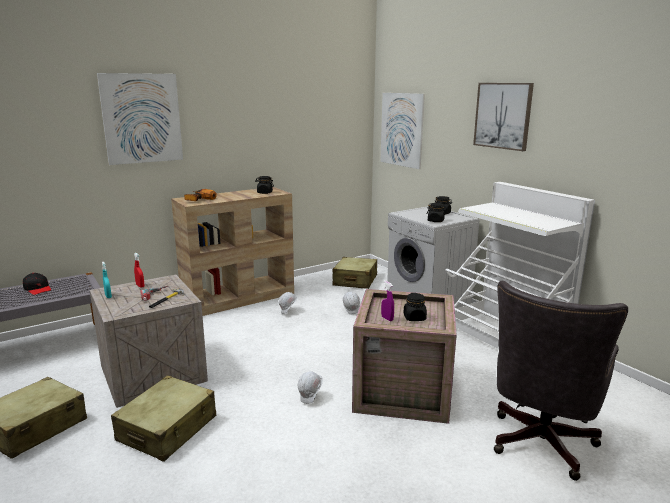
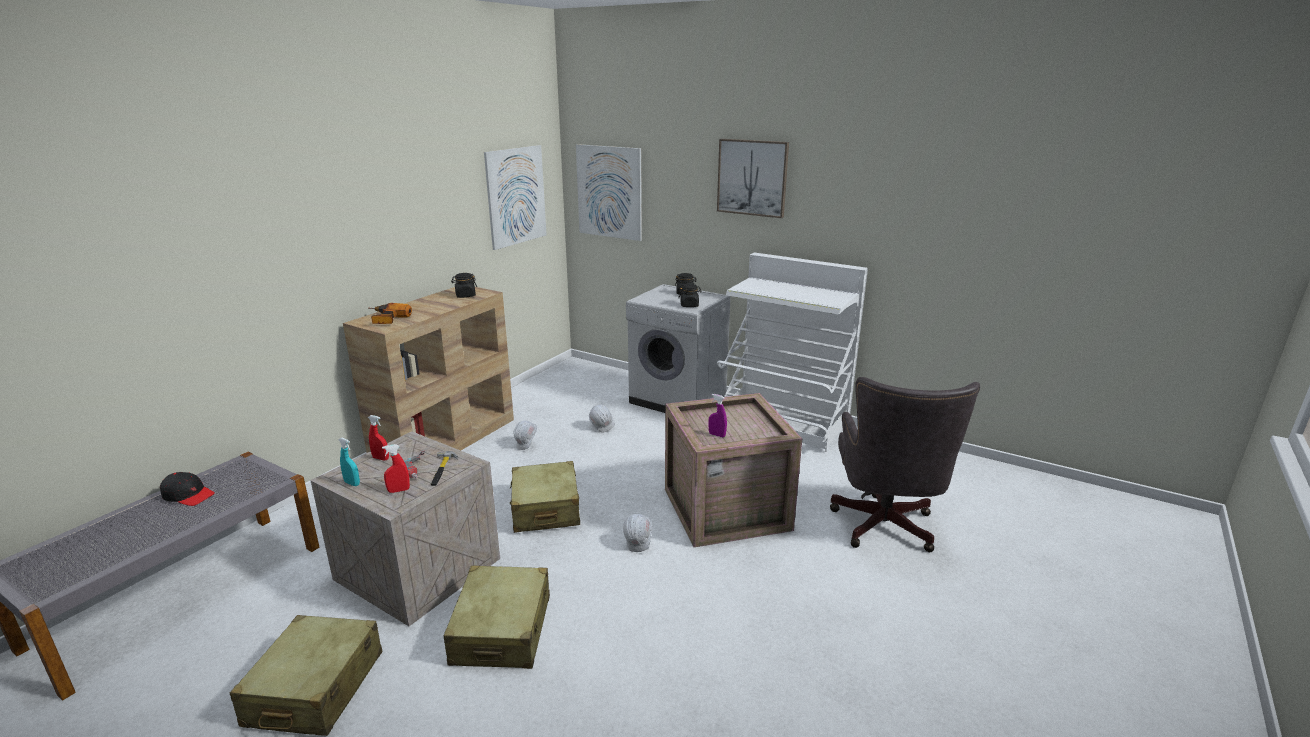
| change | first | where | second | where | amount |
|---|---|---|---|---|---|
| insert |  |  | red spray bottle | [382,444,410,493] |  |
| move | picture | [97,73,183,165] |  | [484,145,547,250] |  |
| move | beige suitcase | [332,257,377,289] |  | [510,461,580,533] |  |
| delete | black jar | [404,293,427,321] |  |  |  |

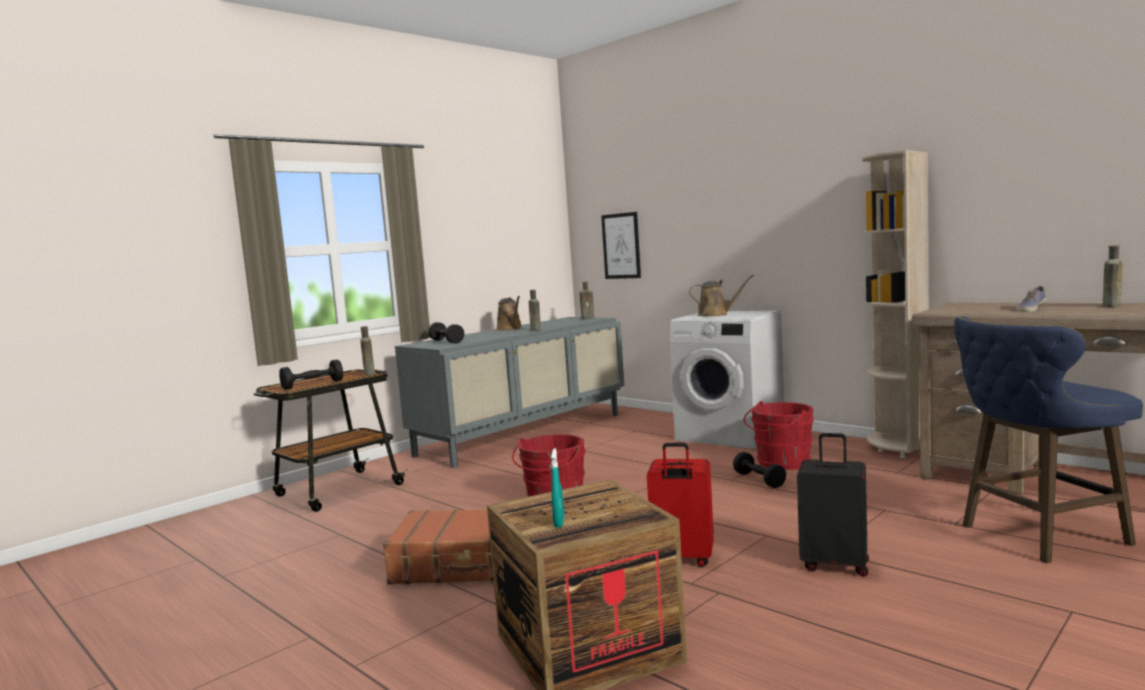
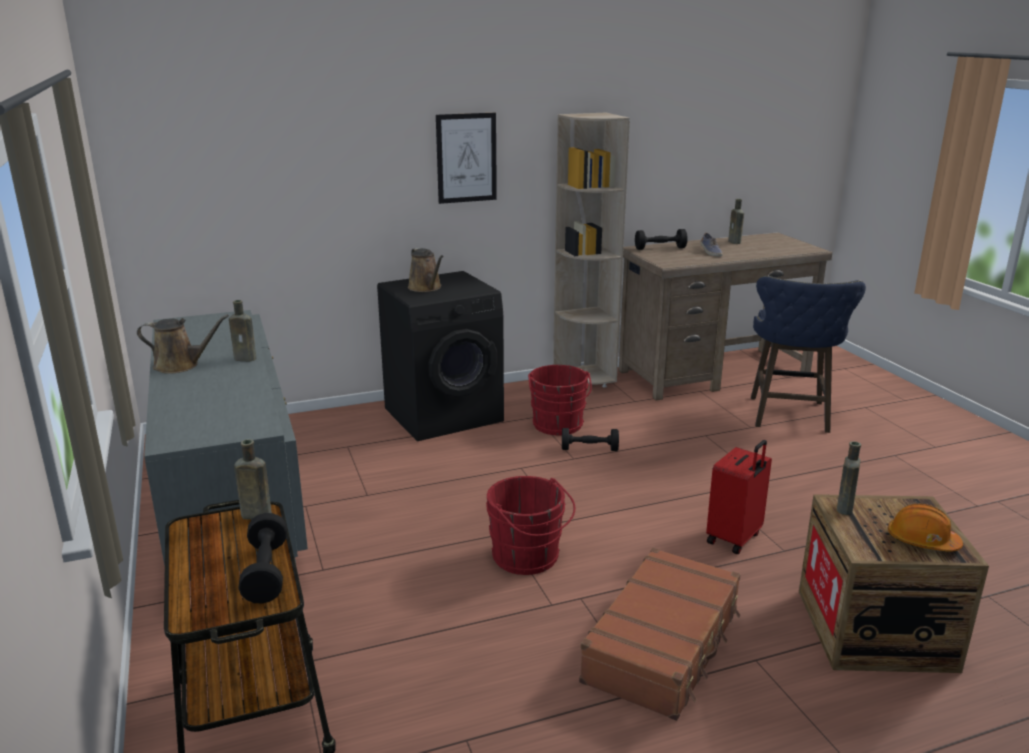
| change | first | where | second | where | amount |
|---|---|---|---|---|---|
| recolor | white washing machine | [670,311,784,449] | black washing machine | [377,271,504,441] |  |
| rotate | brown watering can | [689,274,754,316] |  | [408,248,444,292] | 120 degrees clockwise |
| move | picture | [601,212,641,279] |  | [436,113,497,204] |  |
| move | black dumbbell | [428,322,464,343] |  | [635,229,688,250] |  |
| move | brown bottle | [580,282,594,319] |  | [837,441,861,515] |  |
| replace | turquoise spray bottle | [551,448,564,528] | orange hard hat | [888,504,963,551] |  |
| delete | black suitcase | [797,433,869,576] |  |  |  |

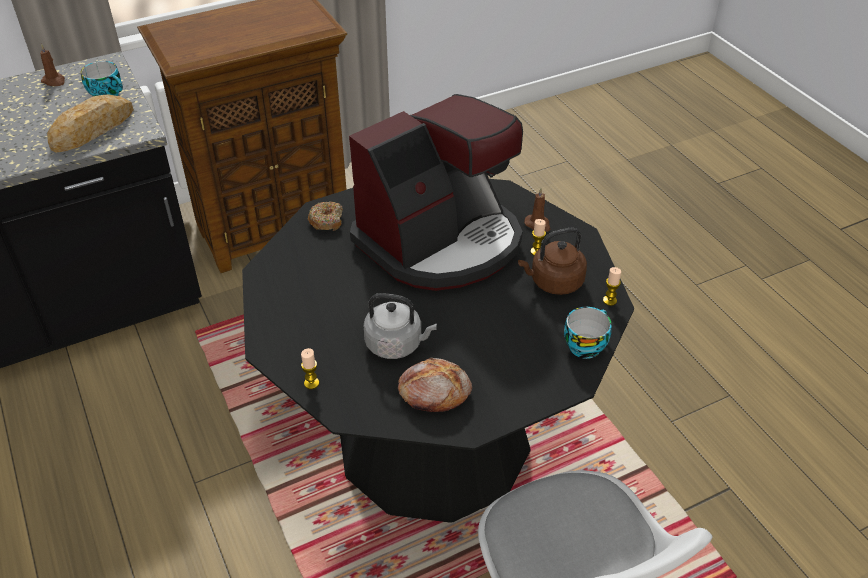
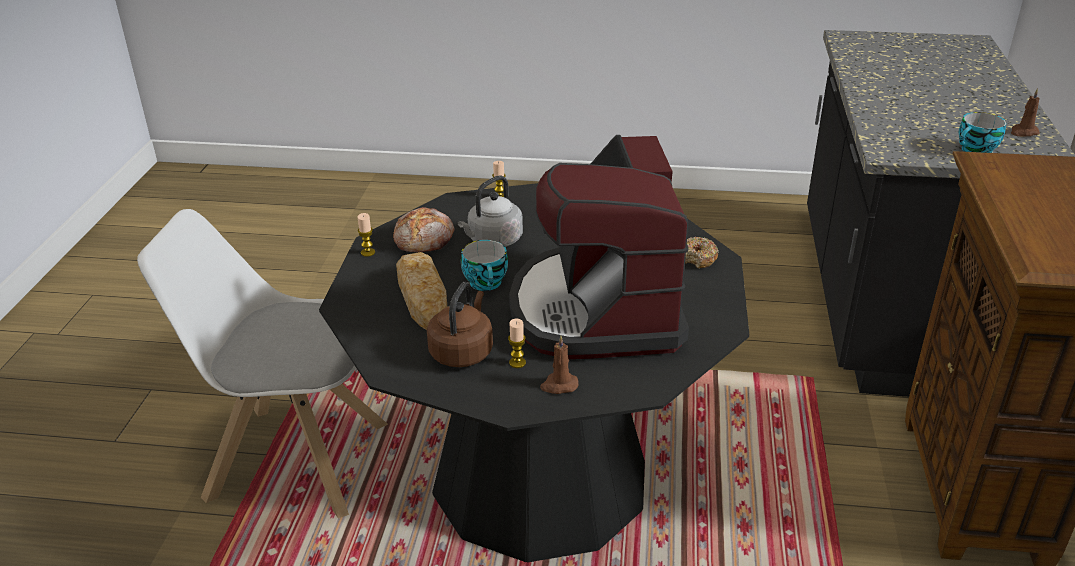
| change | first | where | second | where | amount |
|---|---|---|---|---|---|
| move | candle | [603,267,621,306] |  | [358,213,375,257] |  |
| move | bread | [47,95,134,153] |  | [396,252,447,330] |  |
| move | cup | [564,307,612,359] |  | [461,240,508,291] |  |

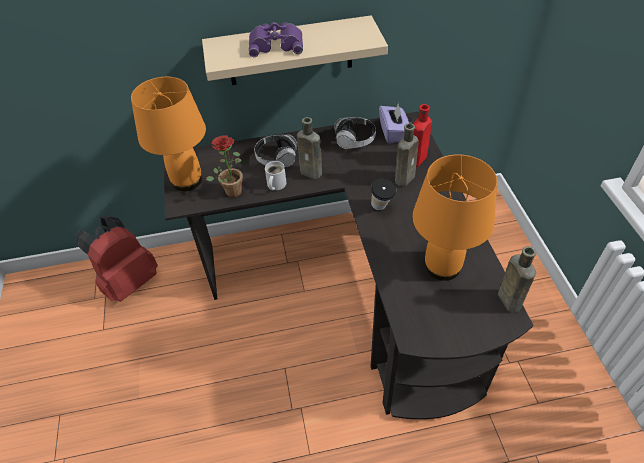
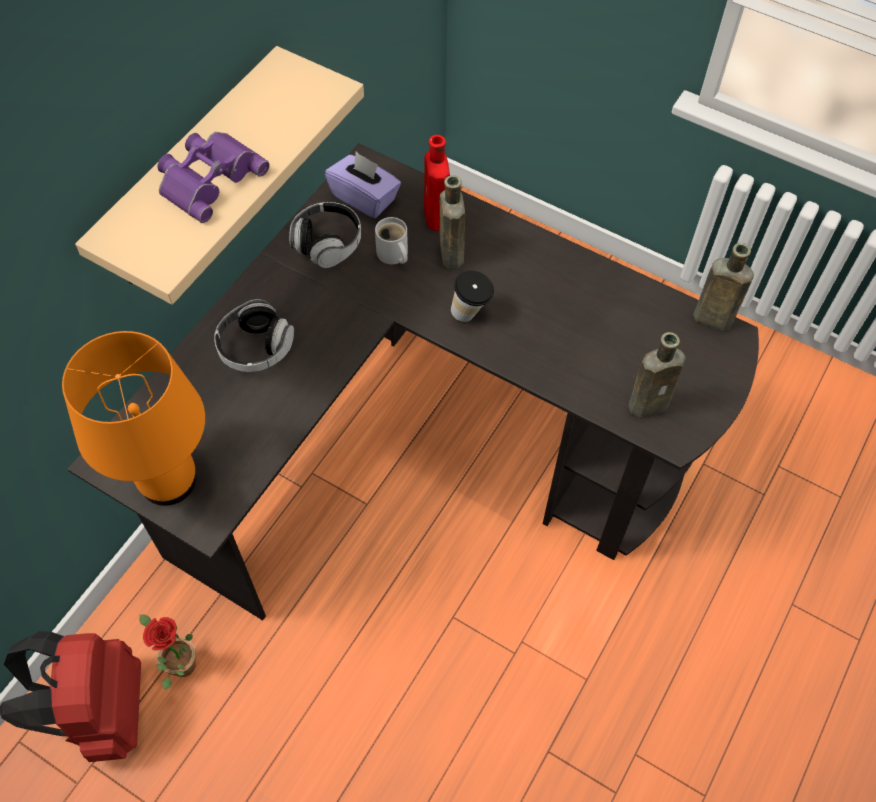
| change | first | where | second | where | amount |
|---|---|---|---|---|---|
| move | potted plant | [206,135,243,197] |  | [139,615,196,690] |  |
| move | white mug | [265,161,287,190] |  | [375,217,408,264] |  |
| move | brown bottle | [297,117,322,179] |  | [628,332,686,418] |  |
| delete | orange table lamp | [412,154,497,281] |  |  |  |

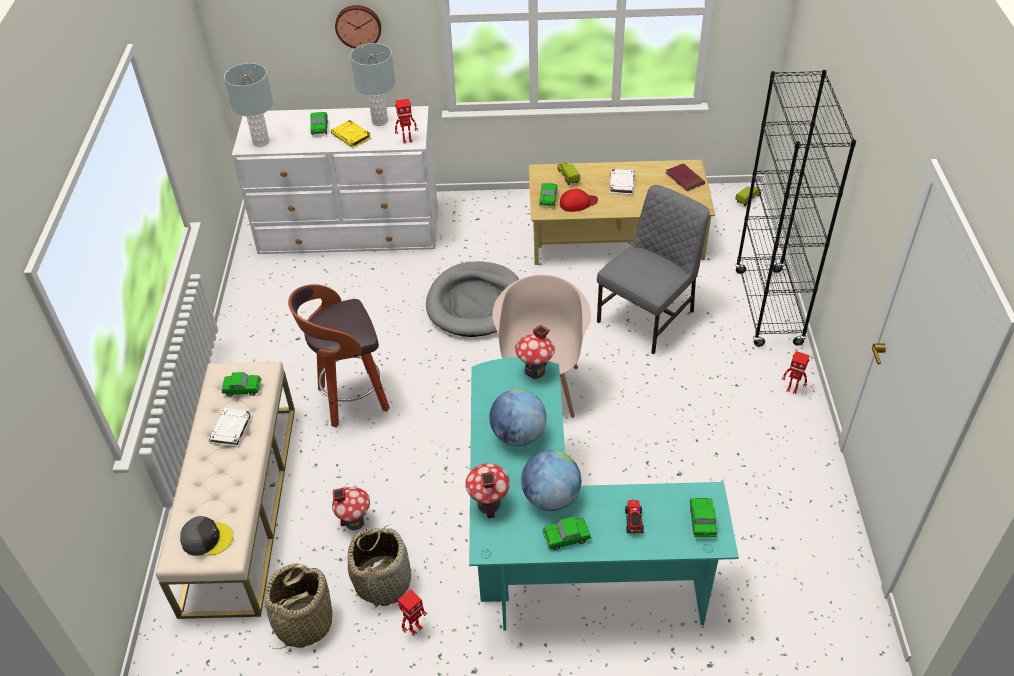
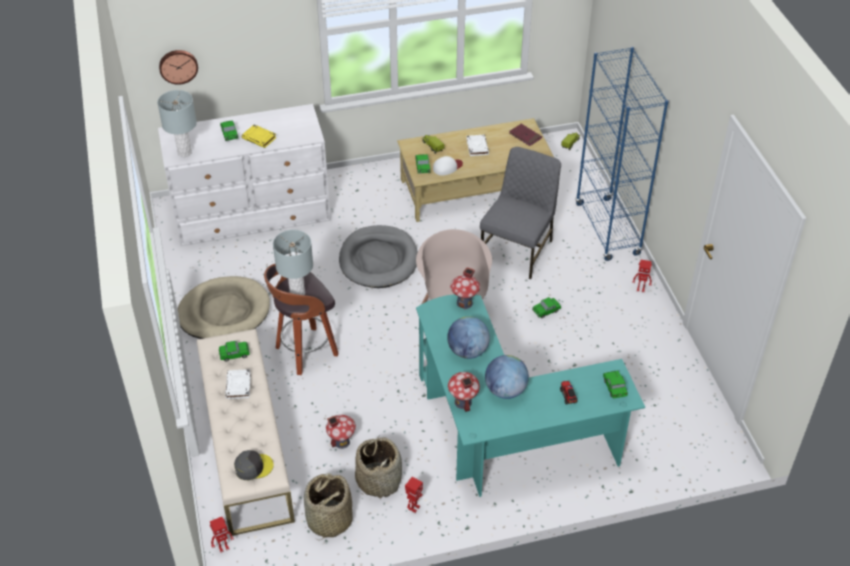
| change | first | where | second | where | amount |
|---|---|---|---|---|---|
| move | wall clock | [335,5,381,49] |  | [159,50,198,85] |  |
| insert |  |  | beige dog bed | [178,276,270,339] |  |
| move | toy robot | [395,99,418,144] |  | [210,517,234,553] |  |
| move | grey table lamp | [350,43,395,126] |  | [273,230,313,295] |  |
| recolor | red cap | [560,189,598,212] | white cap | [433,156,463,176] |  |
| move | toy car | [542,517,591,550] |  | [532,297,561,318] |  |
| recolor | black bookcase | [735,70,856,347] | blue bookcase | [575,47,669,261] |  |

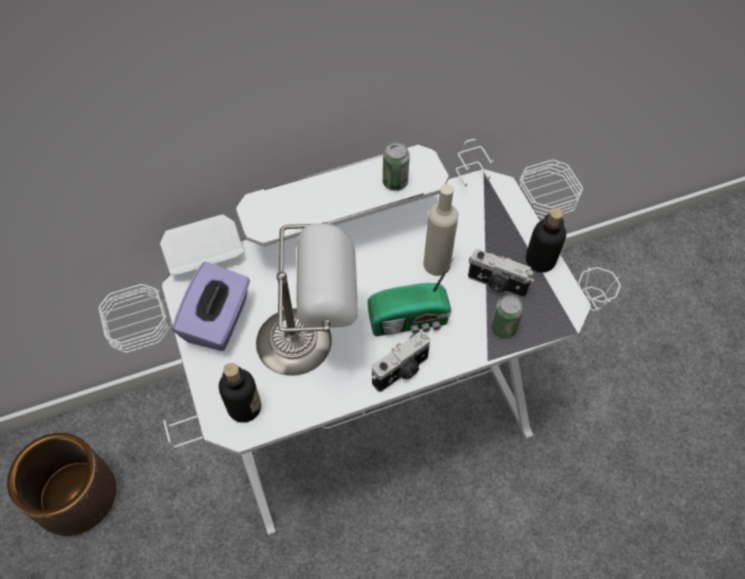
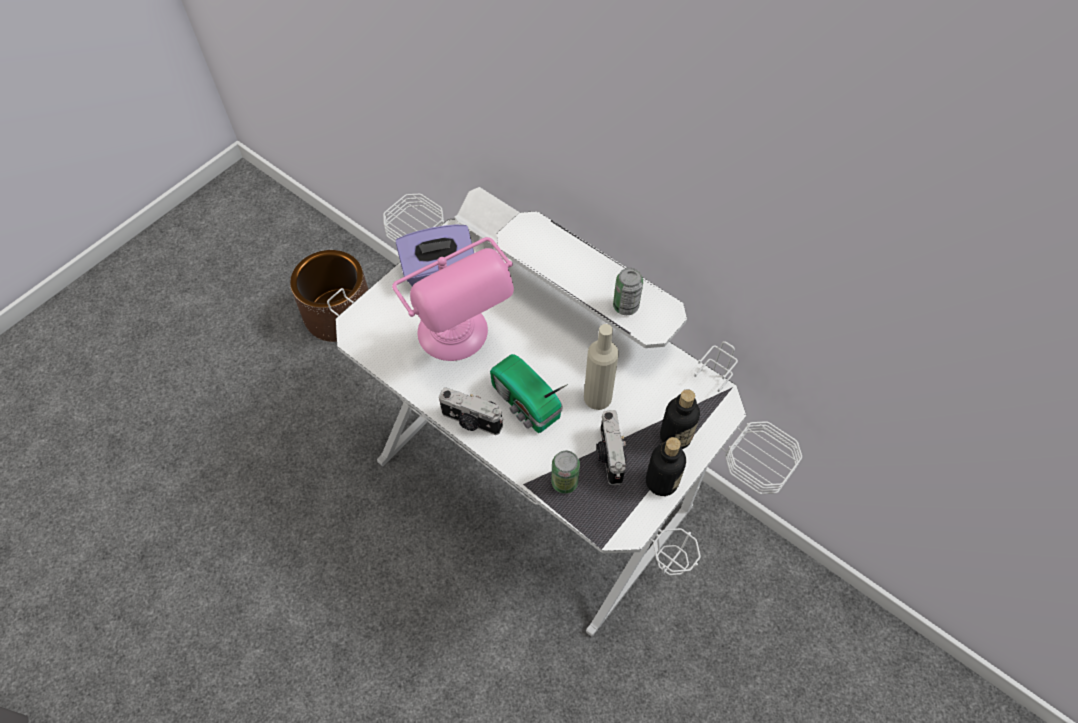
| change | first | where | second | where | amount |
|---|---|---|---|---|---|
| recolor | white table lamp | [256,222,358,376] | pink table lamp | [392,237,514,361] |  |
| move | bottle | [219,363,261,423] |  | [660,389,700,449] |  |

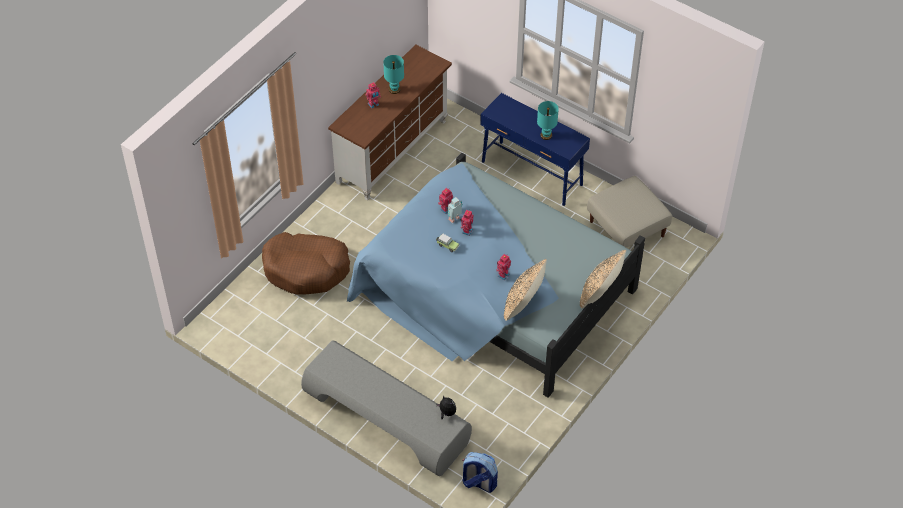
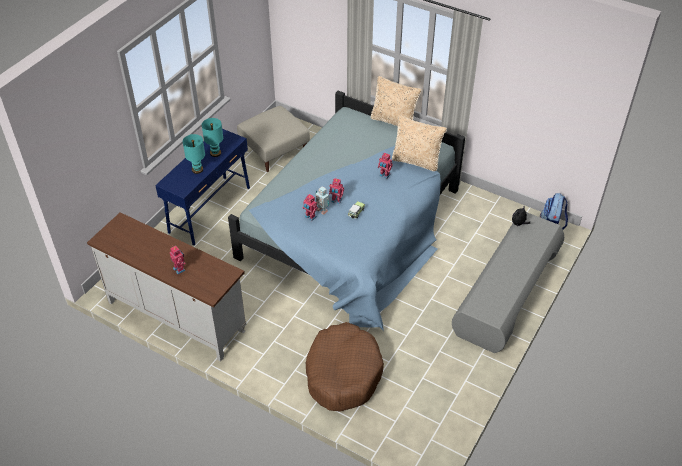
| change | first | where | second | where | amount |
|---|---|---|---|---|---|
| move | turquoise table lamp | [383,55,404,94] |  | [183,134,205,174] |  |

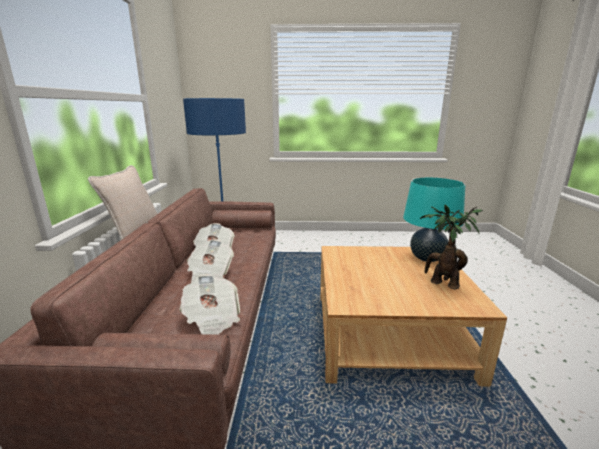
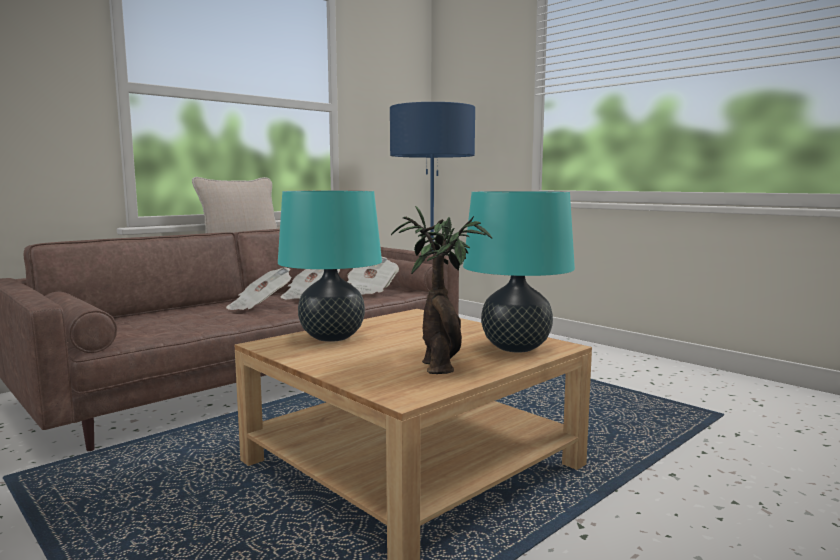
| change | first | where | second | where | amount |
|---|---|---|---|---|---|
| insert |  |  | turquoise table lamp | [278,190,382,342] |  |
| move | newspaper | [180,274,240,335] |  | [347,257,399,295] |  |

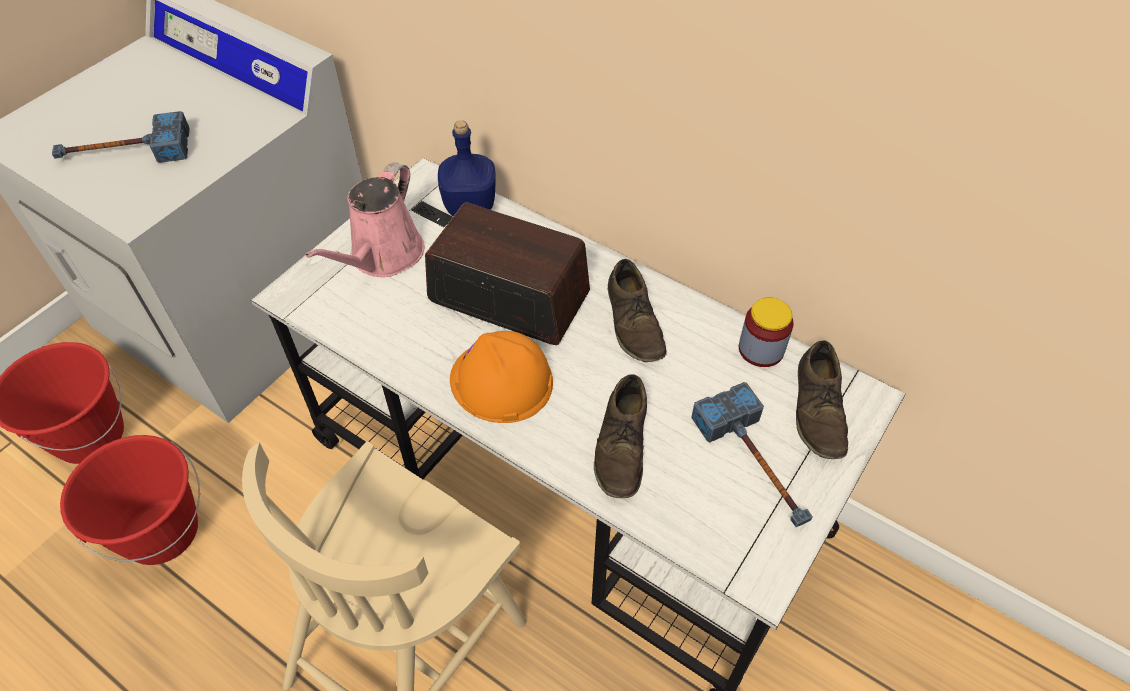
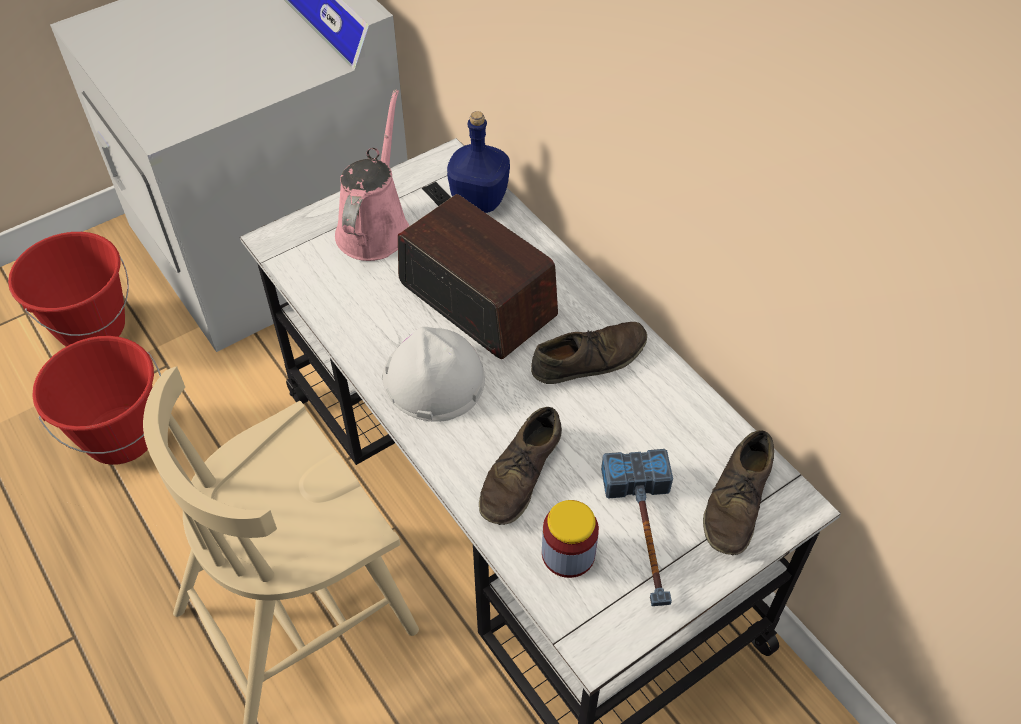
| change | first | where | second | where | amount |
|---|---|---|---|---|---|
| rotate | pink watering can | [305,162,425,277] |  | [335,90,409,261] | 150 degrees clockwise |
| recolor | orange hard hat | [450,331,553,423] | white hard hat | [383,327,485,422] |  |
| rotate | brown shoe | [608,259,667,362] |  | [531,322,647,384] | 120 degrees counterclockwise |
| move | jar | [739,297,794,367] |  | [542,500,599,578] |  |
| delete | hammer | [52,111,190,163] |  |  |  |

